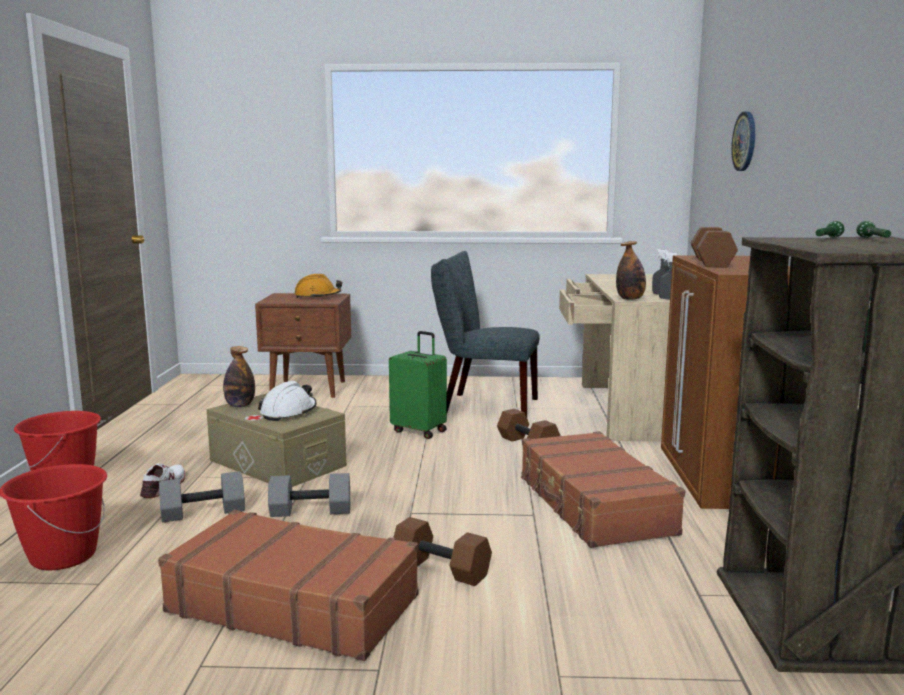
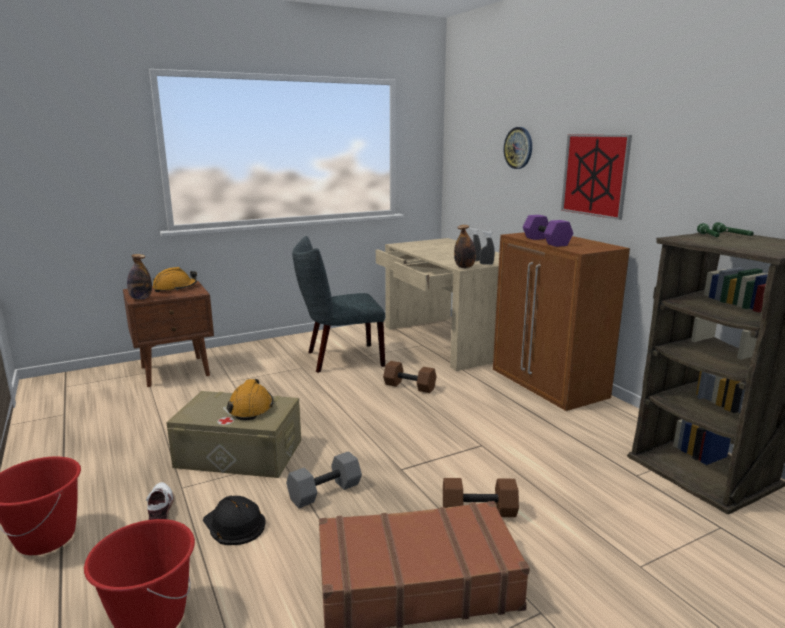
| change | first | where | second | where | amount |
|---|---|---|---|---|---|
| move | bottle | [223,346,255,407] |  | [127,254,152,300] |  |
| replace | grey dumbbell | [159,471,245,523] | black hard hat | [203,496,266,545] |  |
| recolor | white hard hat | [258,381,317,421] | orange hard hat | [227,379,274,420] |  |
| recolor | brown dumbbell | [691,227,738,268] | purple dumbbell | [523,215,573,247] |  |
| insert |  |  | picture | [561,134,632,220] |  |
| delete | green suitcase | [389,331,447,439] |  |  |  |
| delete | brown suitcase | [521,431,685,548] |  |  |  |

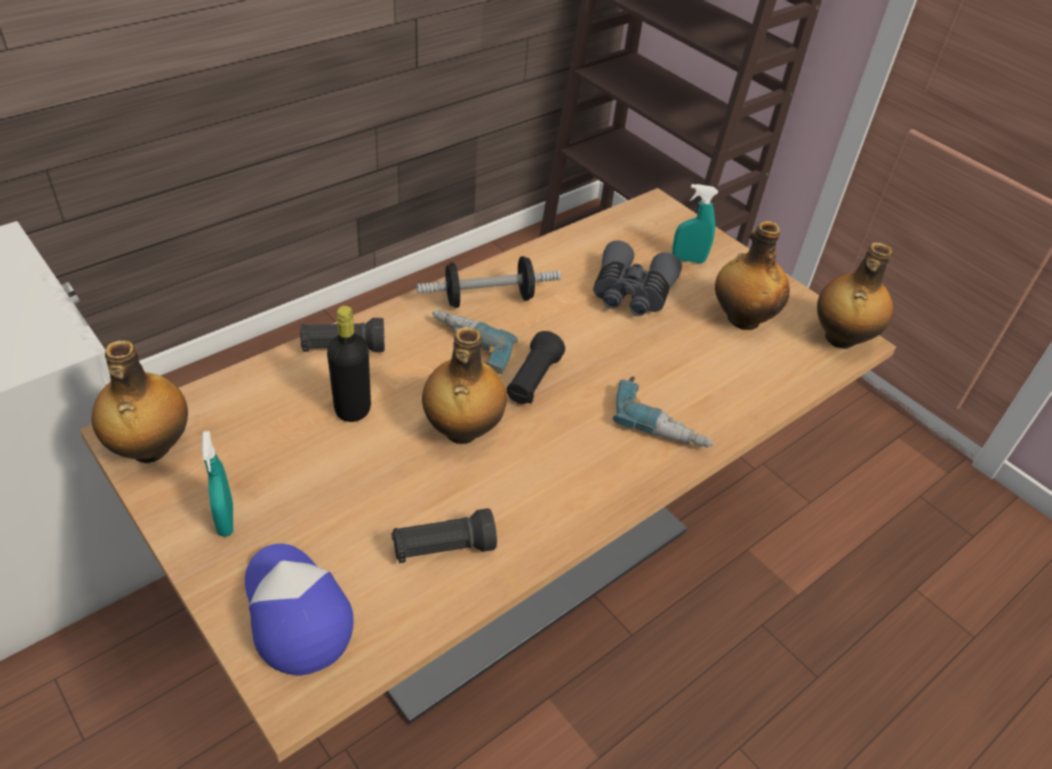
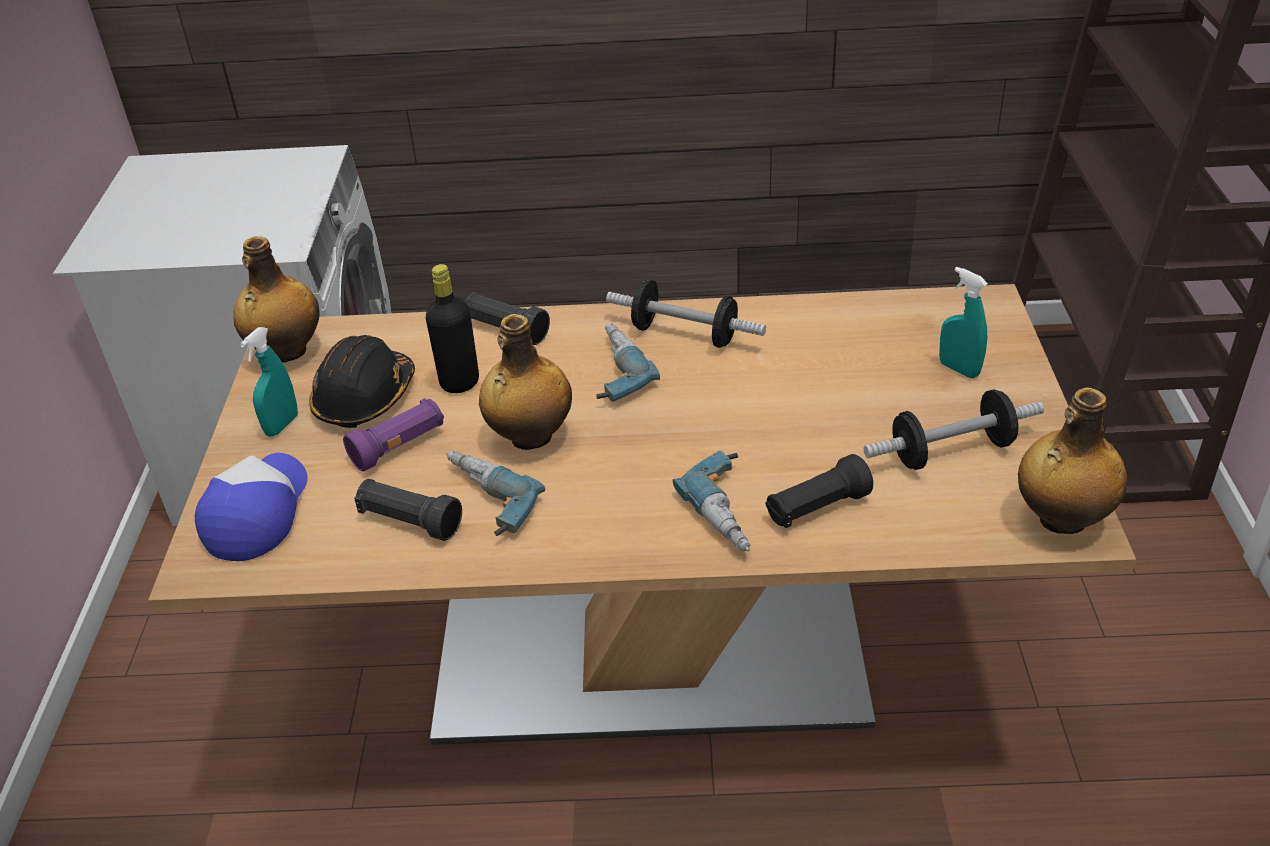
| change | first | where | second | where | amount |
|---|---|---|---|---|---|
| insert |  |  | black hard hat | [309,335,415,428] |  |
| insert |  |  | purple flashlight | [343,398,444,471] |  |
| insert |  |  | power drill | [446,451,545,536] |  |
| move | black flashlight | [506,331,565,404] |  | [766,454,873,528] |  |
| replace | bottle | [715,221,790,330] | dumbbell | [864,389,1044,470] |  |
| delete | grey binoculars | [593,241,682,316] |  |  |  |

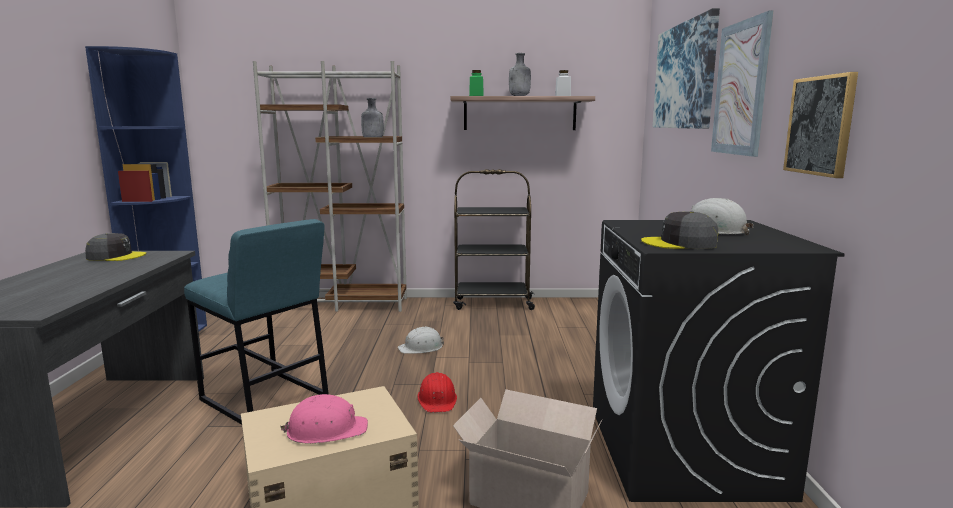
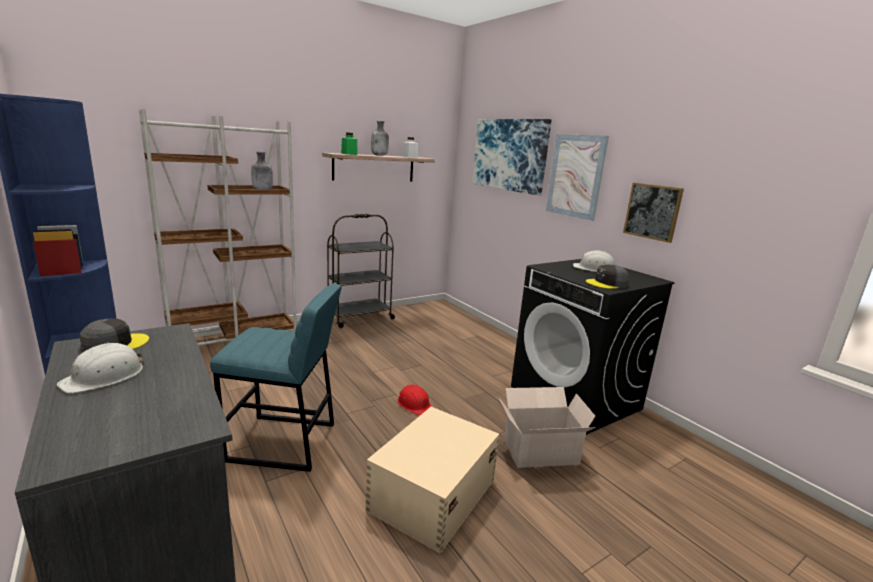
| change | first | where | second | where | amount |
|---|---|---|---|---|---|
| move | white hard hat | [398,326,444,354] |  | [57,343,144,393] |  |
| delete | pink hard hat | [280,394,368,444] |  |  |  |

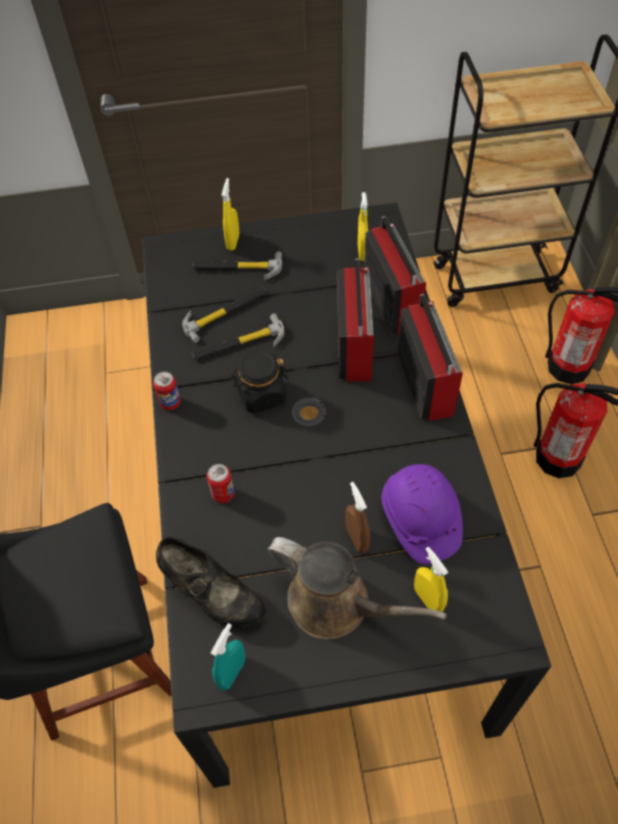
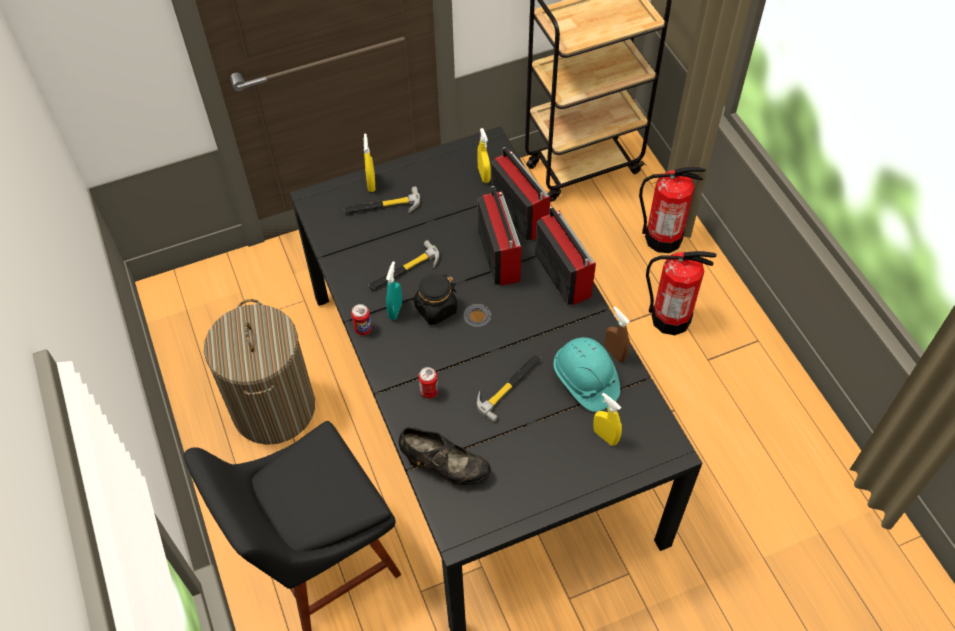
| change | first | where | second | where | amount |
|---|---|---|---|---|---|
| insert |  |  | laundry basket | [204,299,315,445] |  |
| move | turquoise spray bottle | [210,623,246,690] |  | [386,261,402,320] |  |
| move | hammer | [182,287,266,343] |  | [477,355,541,422] |  |
| recolor | purple hard hat | [382,464,463,564] | turquoise hard hat | [554,337,620,412] |  |
| move | brown spray bottle | [345,482,370,554] |  | [605,307,630,362] |  |
| delete | brown watering can | [267,537,447,639] |  |  |  |

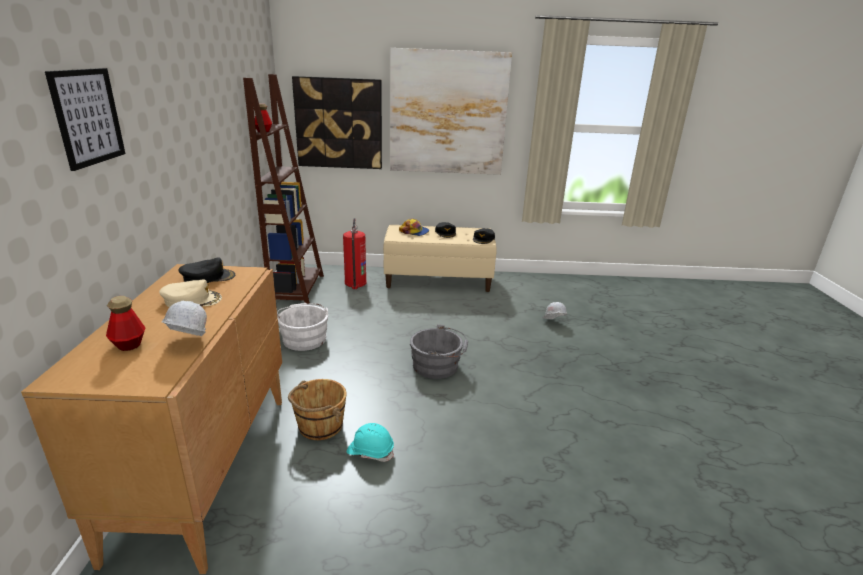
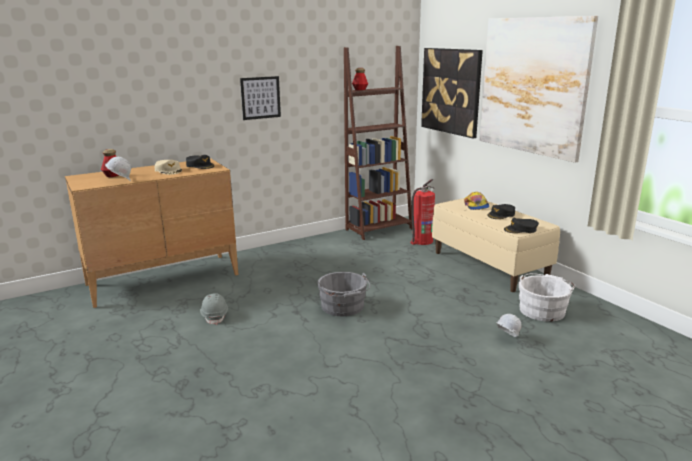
| change | first | where | second | where | amount |
|---|---|---|---|---|---|
| recolor | turquoise hard hat | [347,423,394,462] | grey hard hat | [200,293,228,325] |  |
| move | picture | [45,68,126,171] |  | [240,76,281,120] |  |
| move | white bucket | [277,303,328,351] |  | [518,273,574,322] |  |
| delete | brown bucket | [288,379,346,440] |  |  |  |

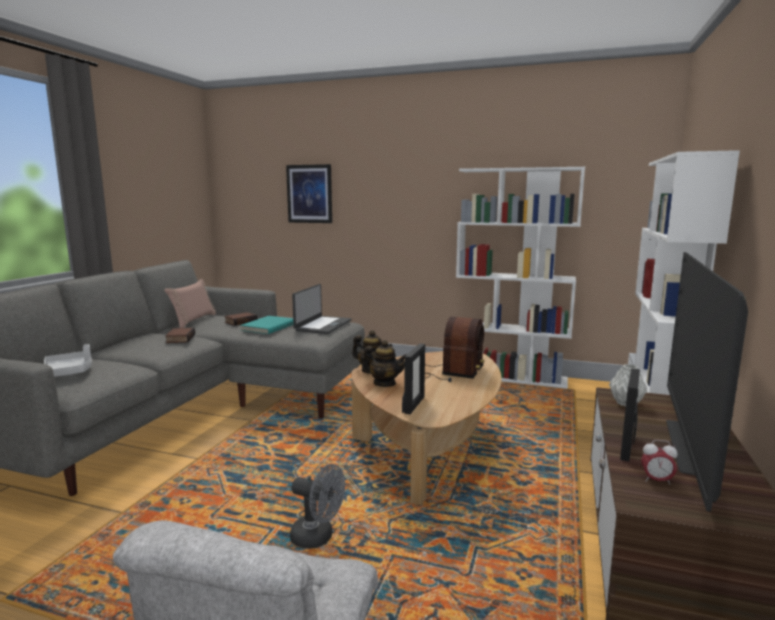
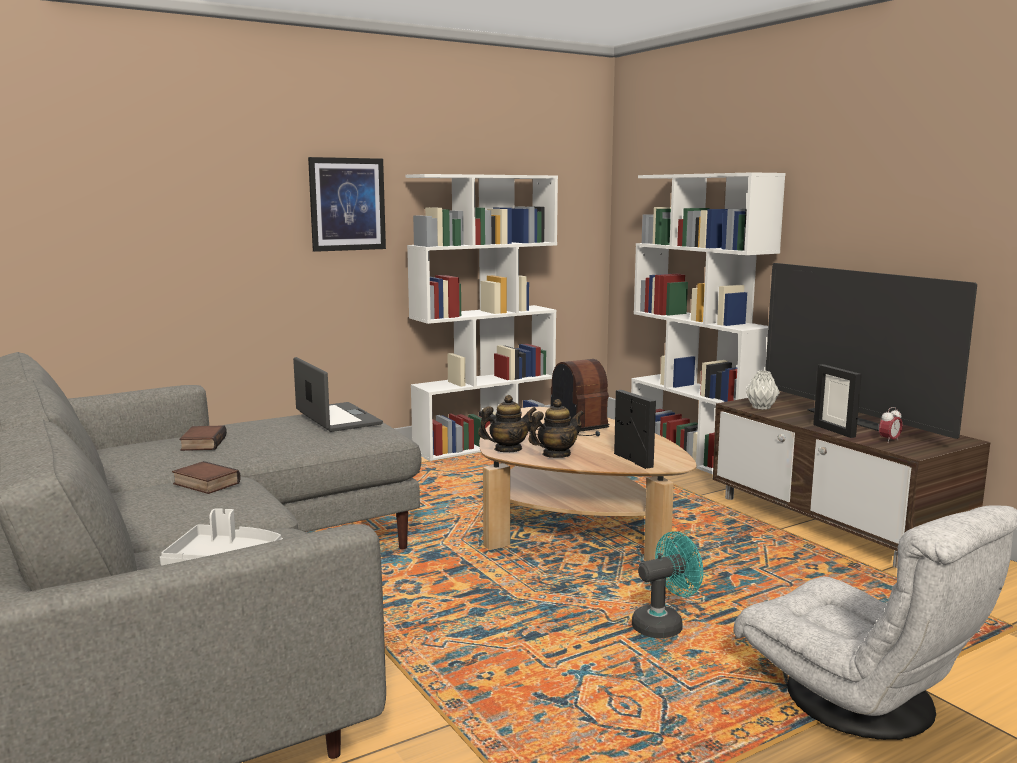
| change | first | where | second | where | amount |
|---|---|---|---|---|---|
| move | picture | [286,164,332,223] |  | [308,157,386,252] |  |
| recolor | grey fan | [290,464,345,549] | turquoise fan | [632,532,703,638] |  |
| delete | beige pillow | [164,279,216,328] |  |  |  |
| delete | turquoise book | [240,316,293,334] |  |  |  |

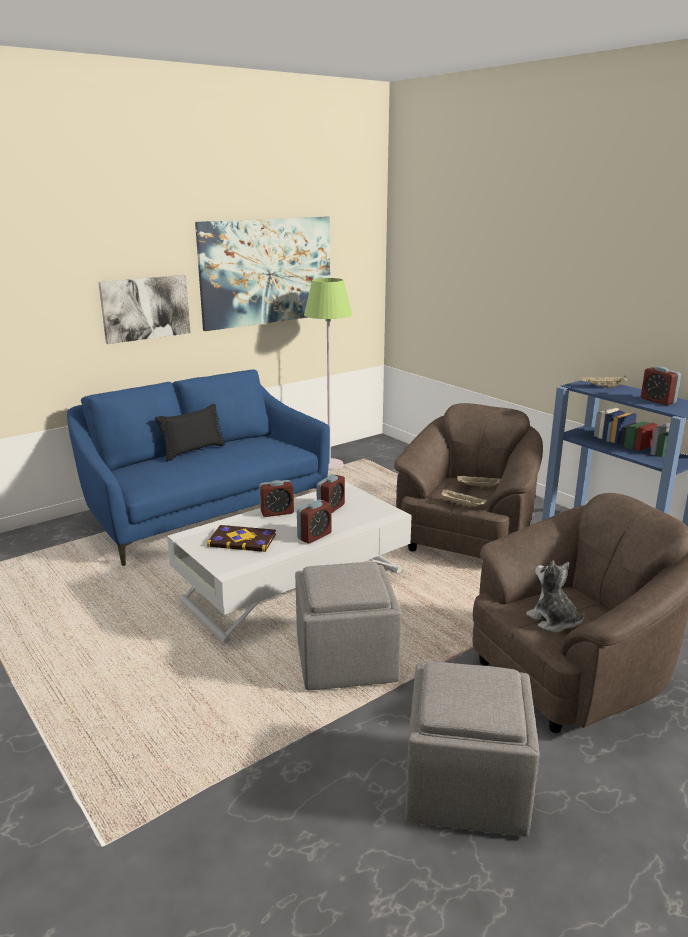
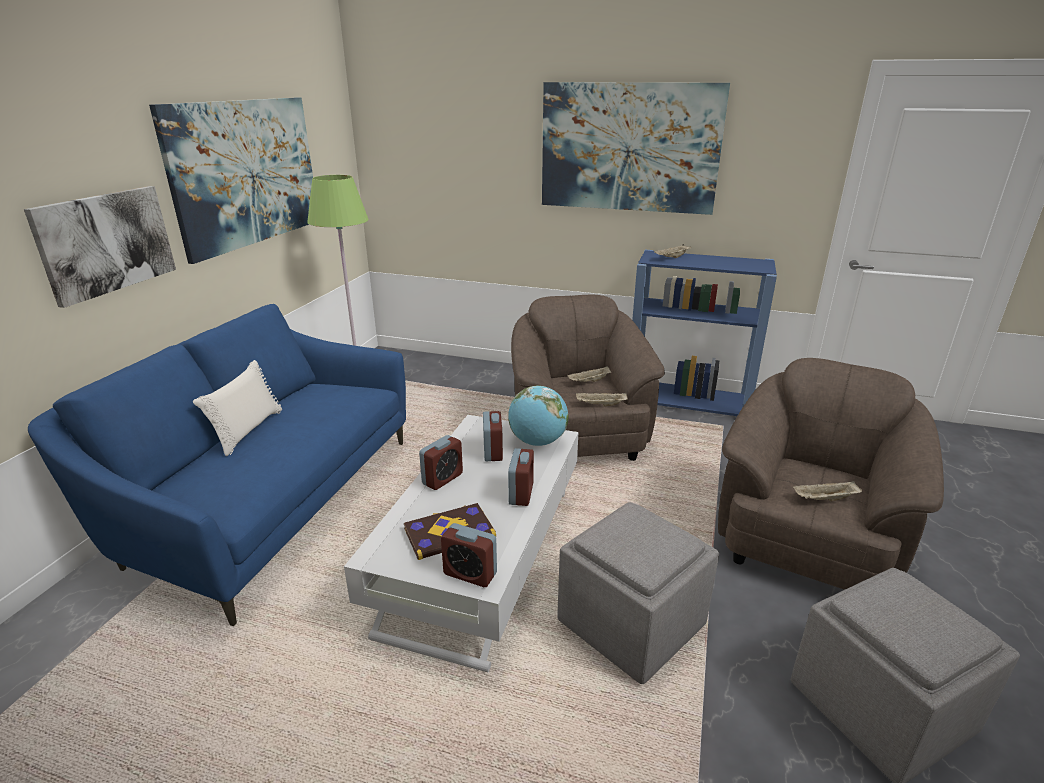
| change | first | where | second | where | amount |
|---|---|---|---|---|---|
| recolor | black pillow | [155,404,225,461] | white pillow | [193,360,282,456] |  |
| move | alarm clock | [641,366,681,405] |  | [441,523,497,587] |  |
| insert |  |  | globe | [508,385,569,446] |  |
| insert |  |  | picture | [542,82,730,215] |  |
| replace | plush toy | [526,561,585,632] | beige tray | [793,481,862,502] |  |

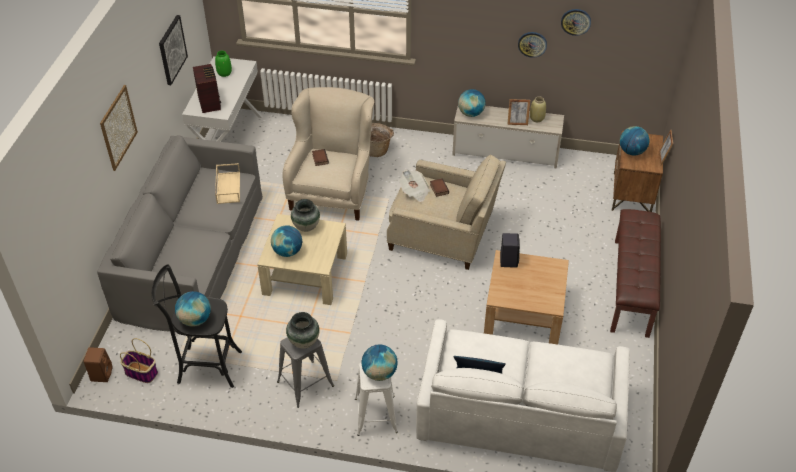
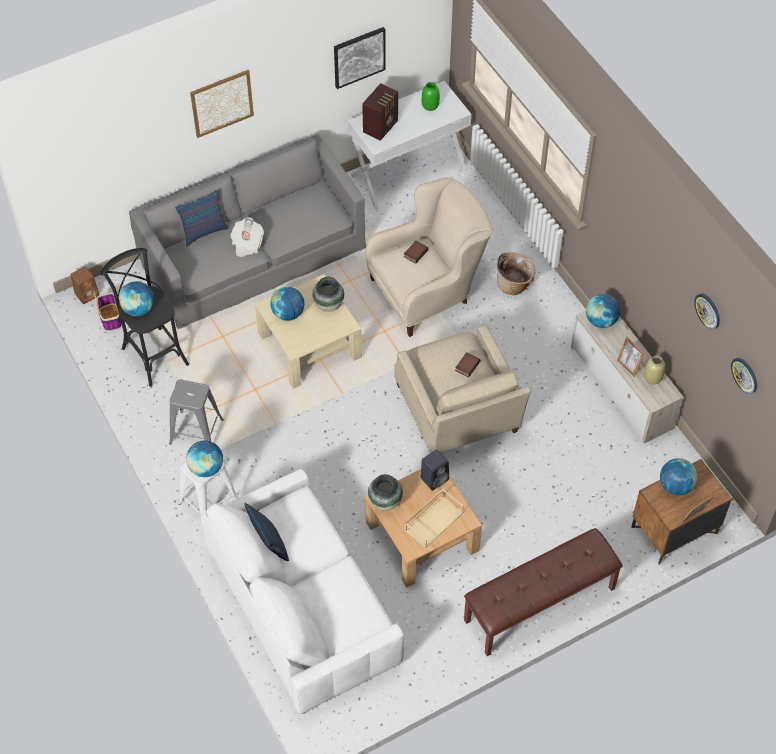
| change | first | where | second | where | amount |
|---|---|---|---|---|---|
| insert |  |  | blue pillow | [175,190,229,246] |  |
| move | newspaper | [399,170,430,202] |  | [230,217,264,257] |  |
| move | vase | [286,312,320,349] |  | [368,474,403,511] |  |
| move | beige tray | [215,163,240,204] |  | [405,489,464,548] |  |
| move | wall clock | [518,32,547,58] |  | [731,358,757,394] |  |

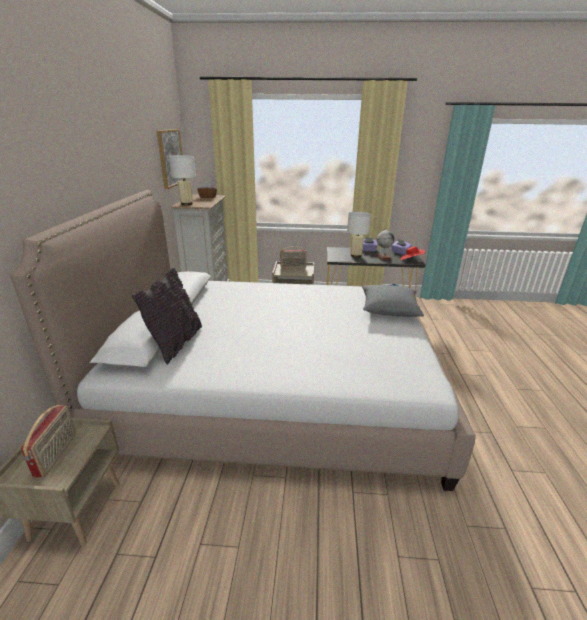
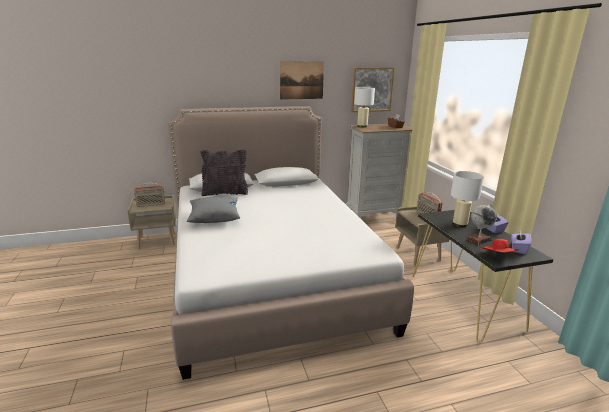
| change | first | where | second | where | amount |
|---|---|---|---|---|---|
| move | grey pillow | [362,284,424,317] |  | [187,197,240,223] |  |
| insert |  |  | picture | [280,61,324,100] |  |

